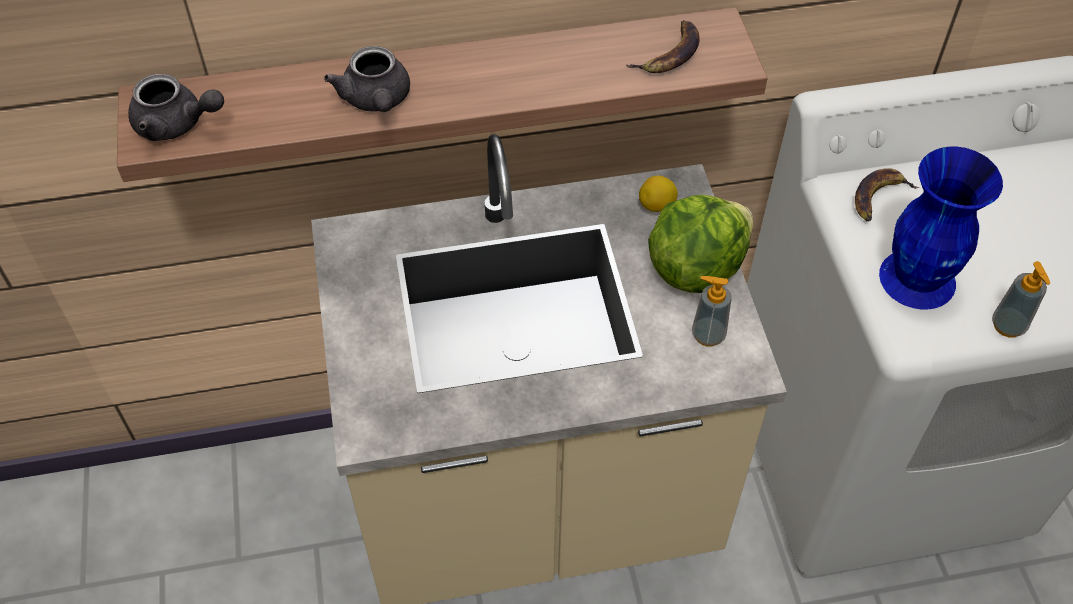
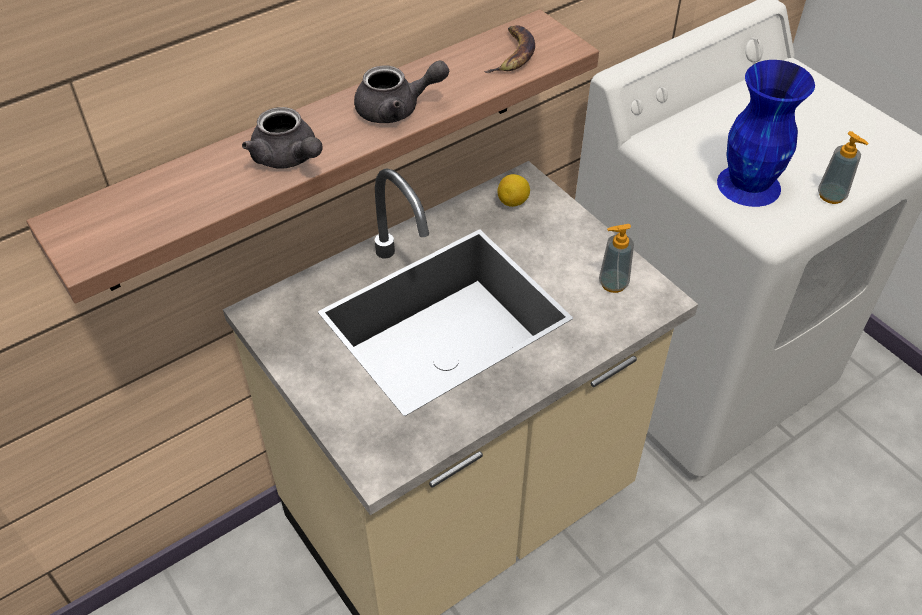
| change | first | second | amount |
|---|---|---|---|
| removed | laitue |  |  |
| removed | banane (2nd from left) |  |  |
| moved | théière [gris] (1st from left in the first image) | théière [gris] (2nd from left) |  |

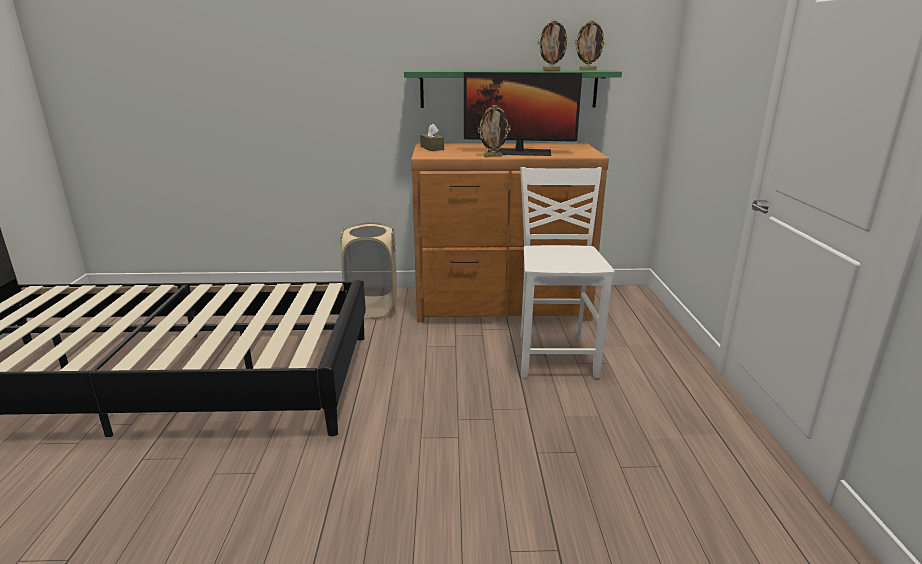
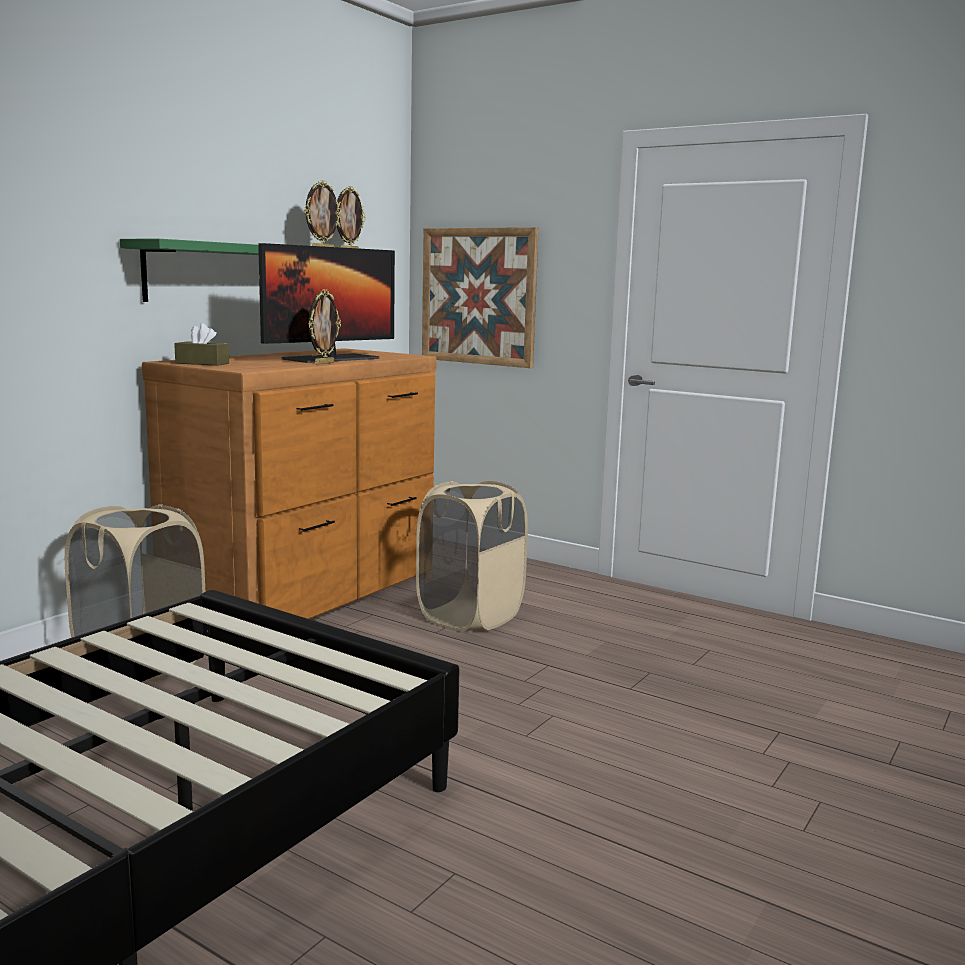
| change | first | second | amount |
|---|---|---|---|
| added |  | tableau |  |
| replaced | chaise [blanc] | panier à linge [beige] (2nd from left) |  |

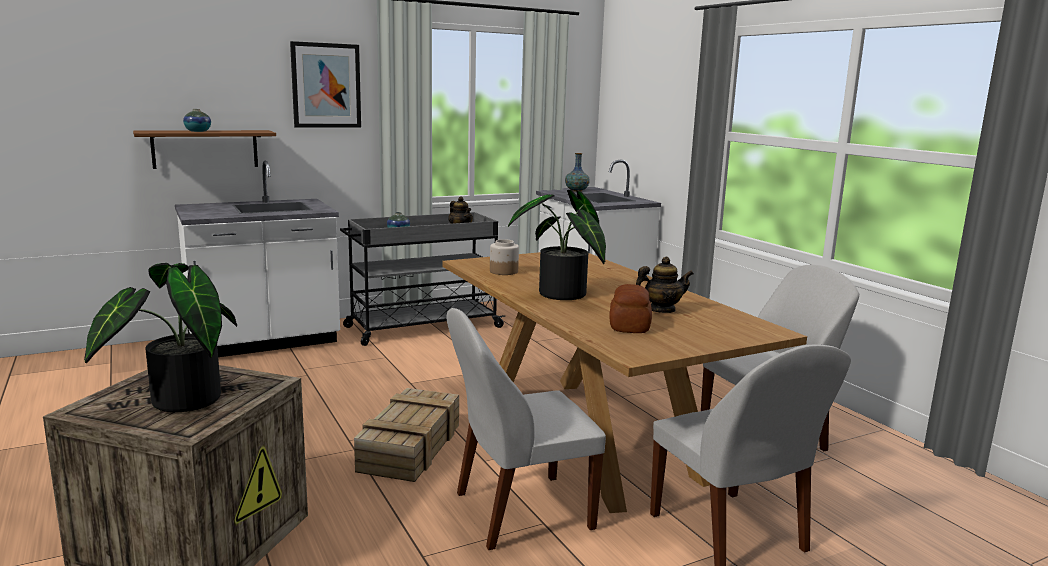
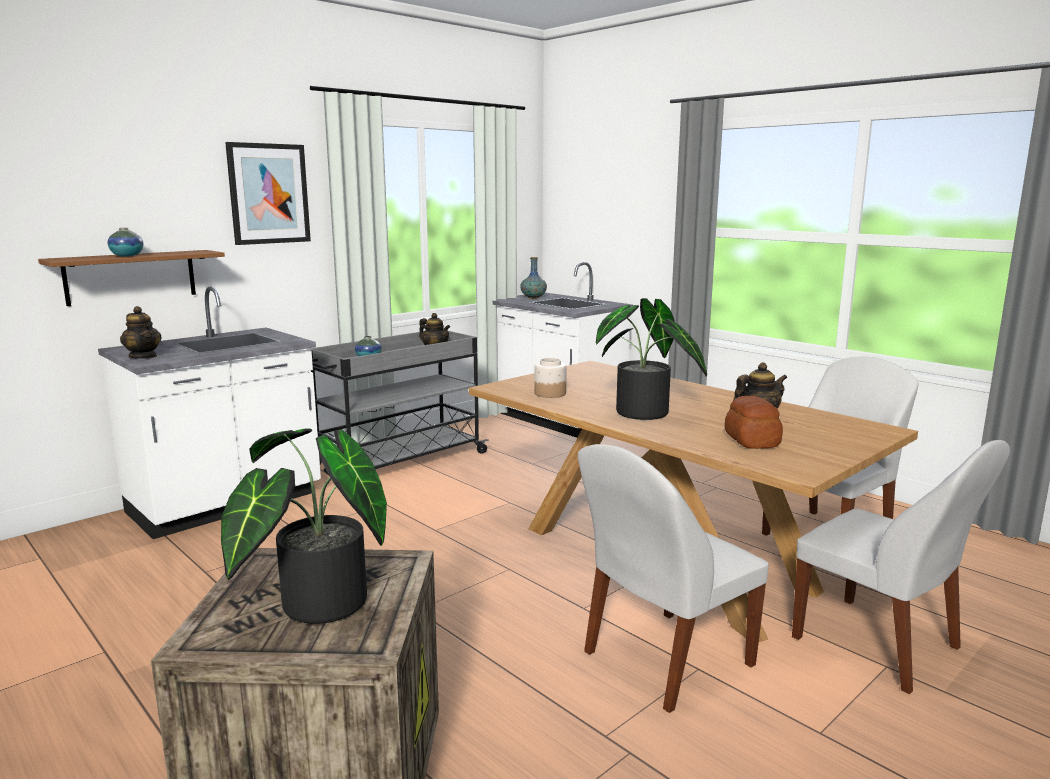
| change | first | second | amount |
|---|---|---|---|
| removed | caisse (2nd from left) |  |  |
| added |  | théière (1st from left) |  |

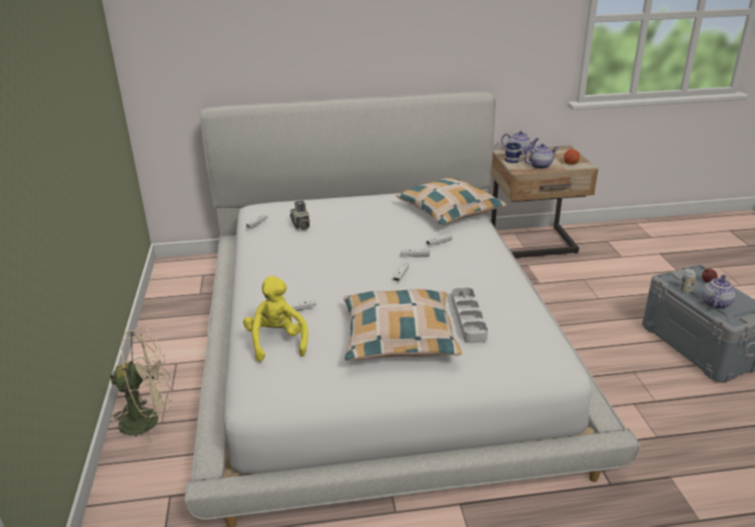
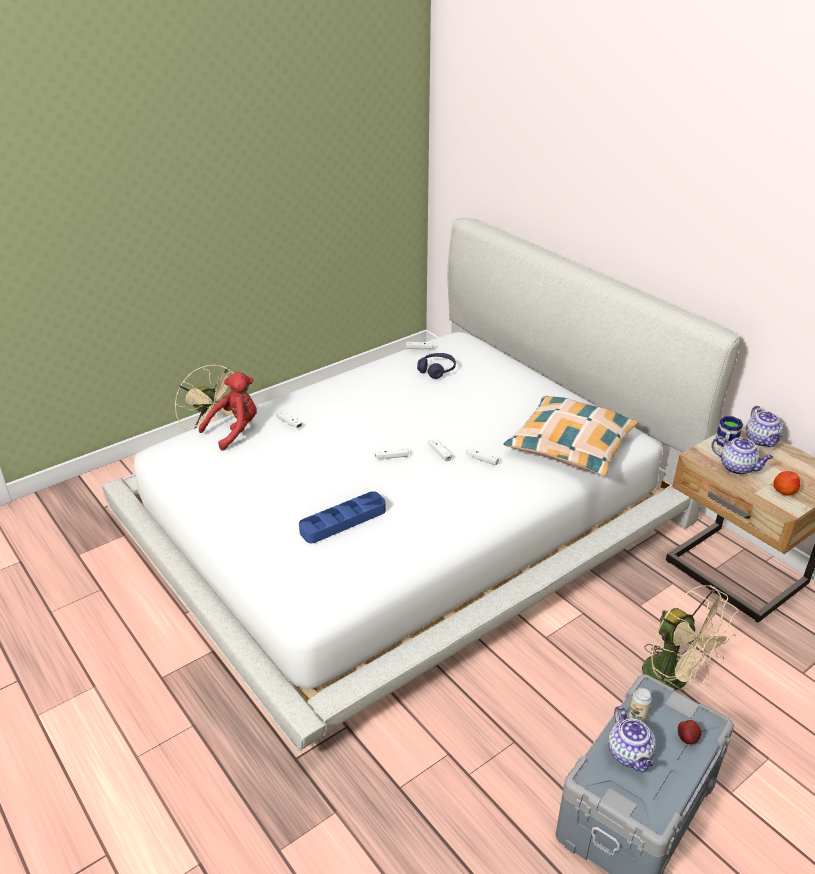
| change | first | second | amount |
|---|---|---|---|
| removed | coussin (1st from left) |  |  |
| added |  | ventilateur [beige] (2nd from left) |  |
| replaced | appareil photo | casque audio [violet] |  |
| recoloured | peluche [jaune] | peluche [rouge] |  |
| recoloured | plateau [gris] | plateau [bleu] |  |
| turned | théière (3rd from left in the first image) | théière (1st from left) | 75 degrees clockwise |

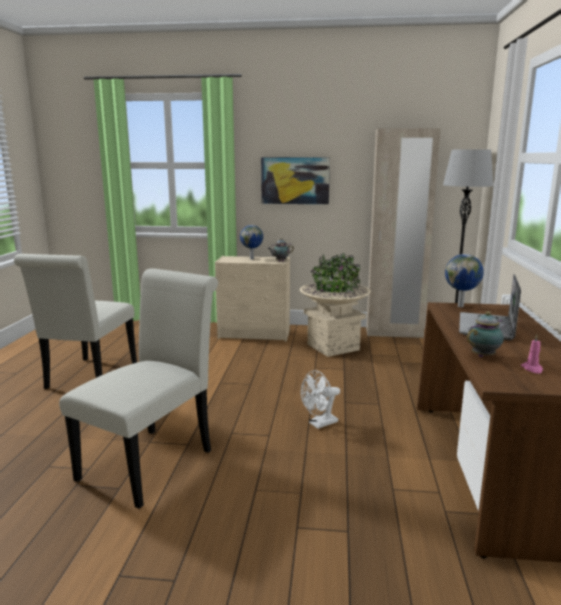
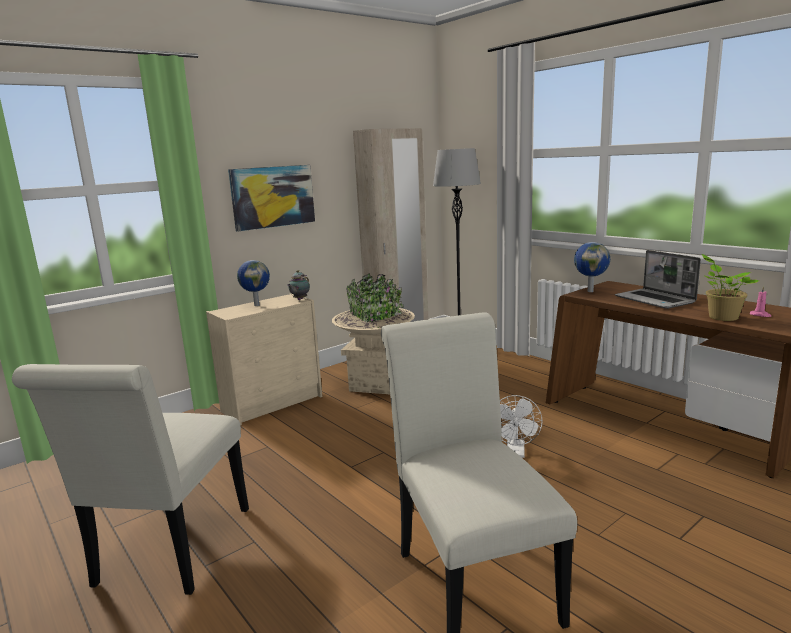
| change | first | second | amount |
|---|---|---|---|
| replaced | théière (2nd from left) | plante en pot |  |
| turned | chaise [blanc] (1st from left) |  | 45 degrees clockwise |

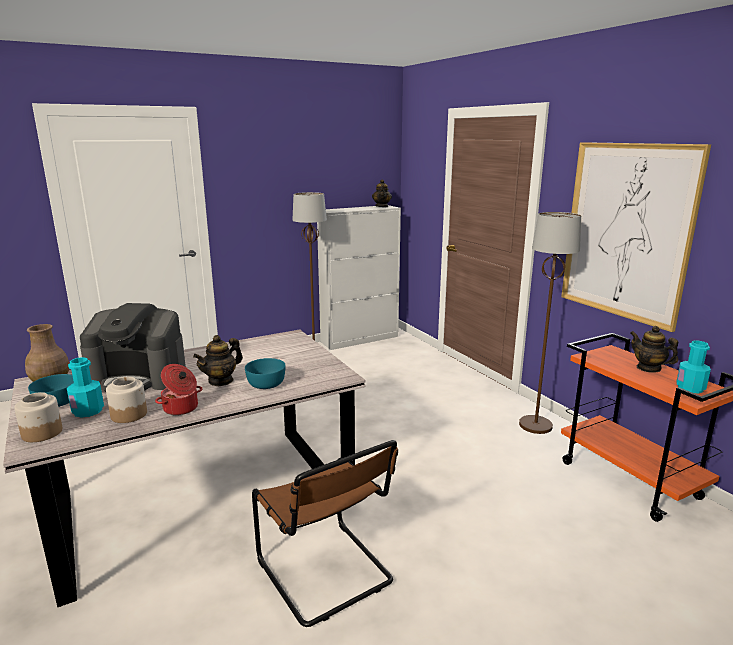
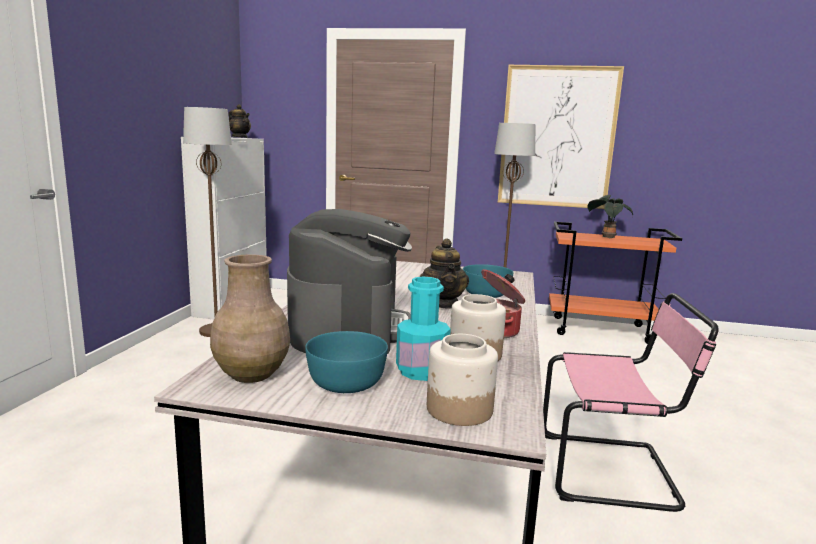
| change | first | second | amount |
|---|---|---|---|
| removed | bouteille [turquoise] (2nd from left) |  |  |
| replaced | théière (3rd from left) | plante en pot |  |
| recoloured | chaise [marron] | chaise [rose] |  |
| turned | machine à café |  | 45 degrees counterclockwise |

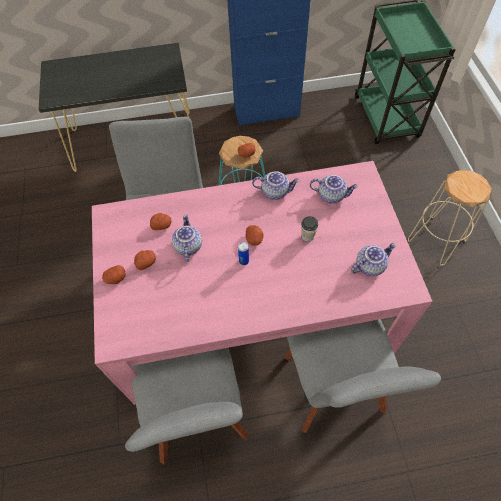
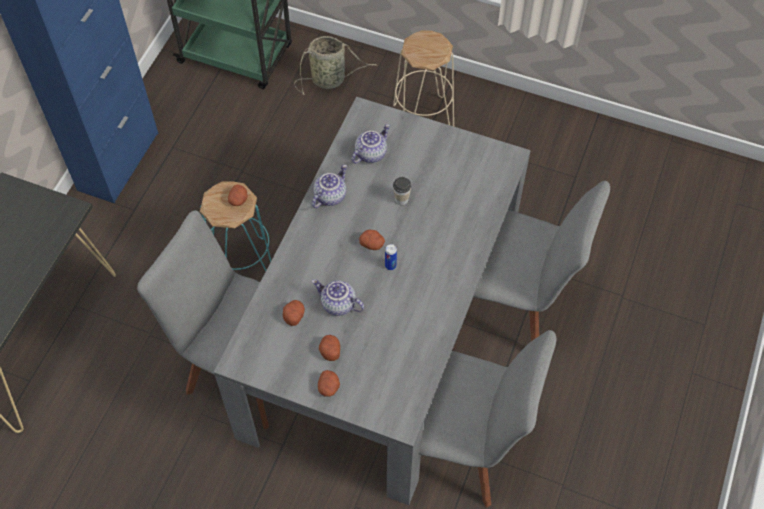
| change | first | second | amount |
|---|---|---|---|
| removed | théière (4th from left) |  |  |
| added |  | panier |  |
| recoloured | table à manger [rose] | table à manger [gris] |  |

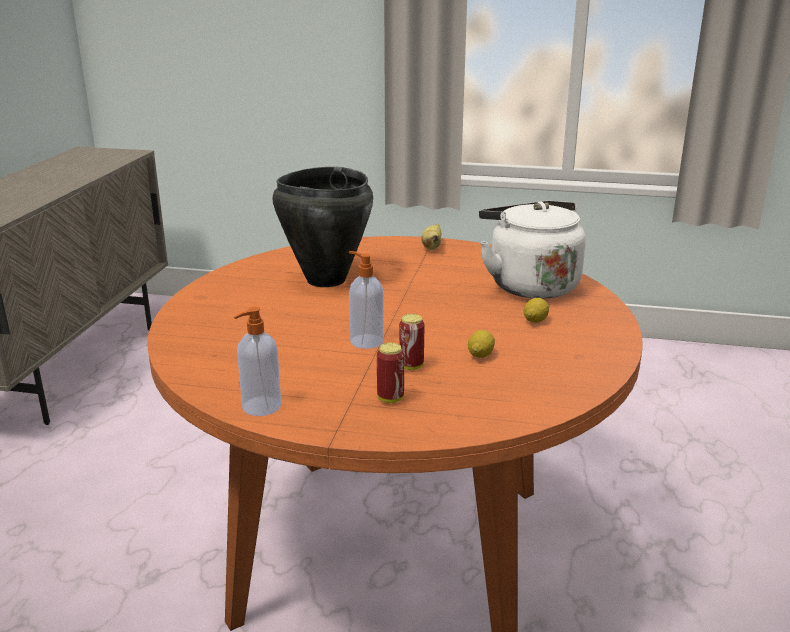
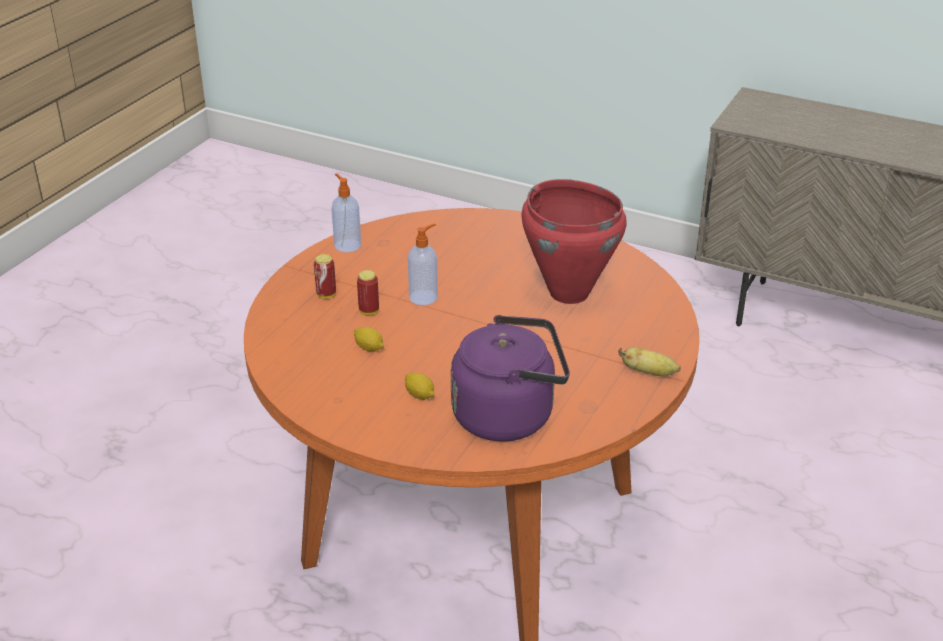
| change | first | second | amount |
|---|---|---|---|
| recoloured | marmite [noir] | marmite [rouge] |  |
| recoloured | bouilloire [blanc] | bouilloire [violet] |  |

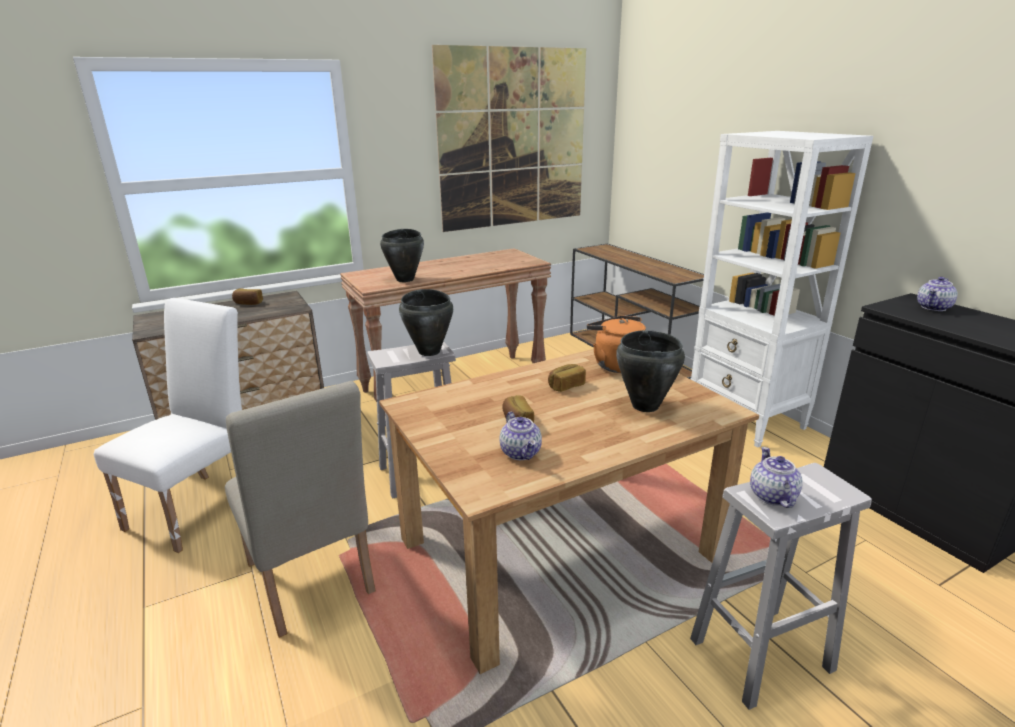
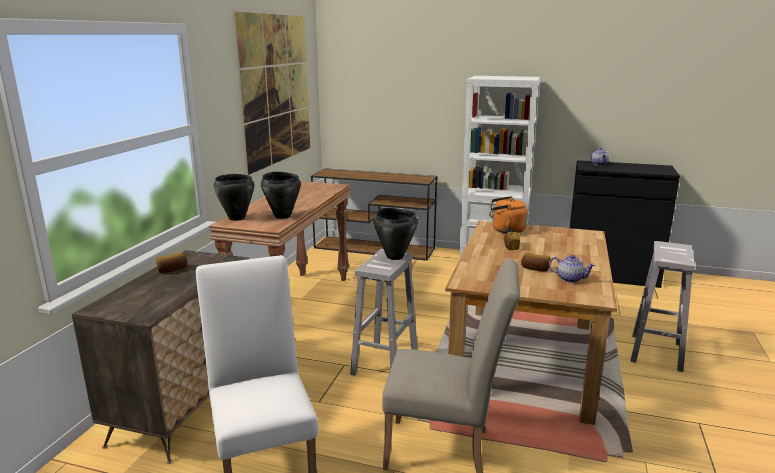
| change | first | second | amount |
|---|---|---|---|
| removed | théière (2nd from left) |  |  |
| moved | marmite [noir] (3rd from left in the first image) | marmite [noir] (1st from left) |  |

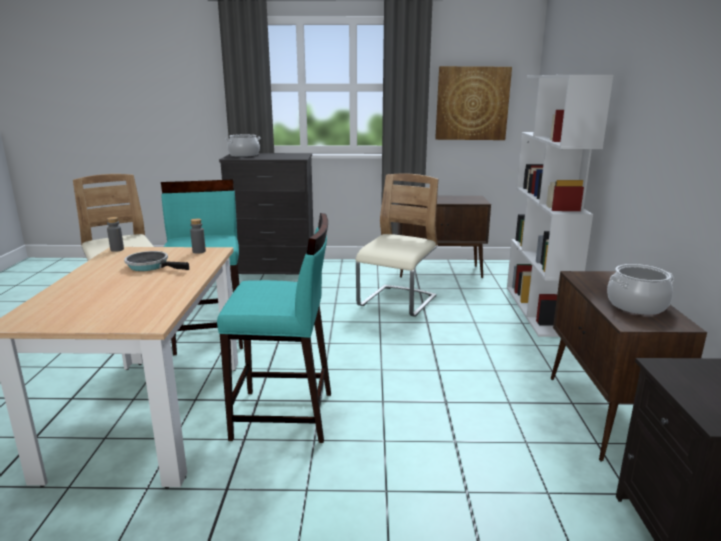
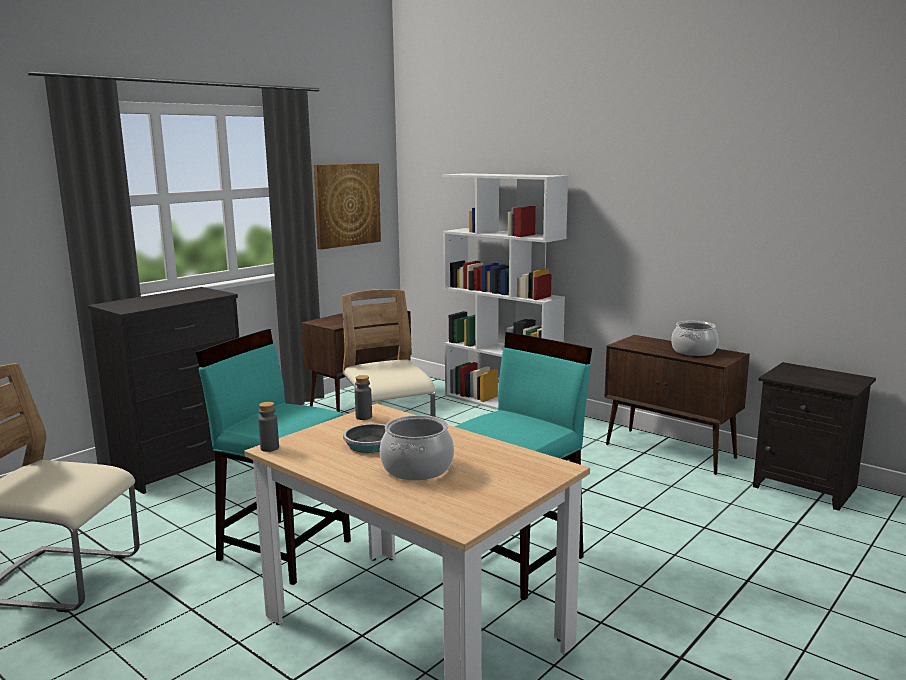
| change | first | second | amount |
|---|---|---|---|
| moved | marmite (1st from left) |  |  |

